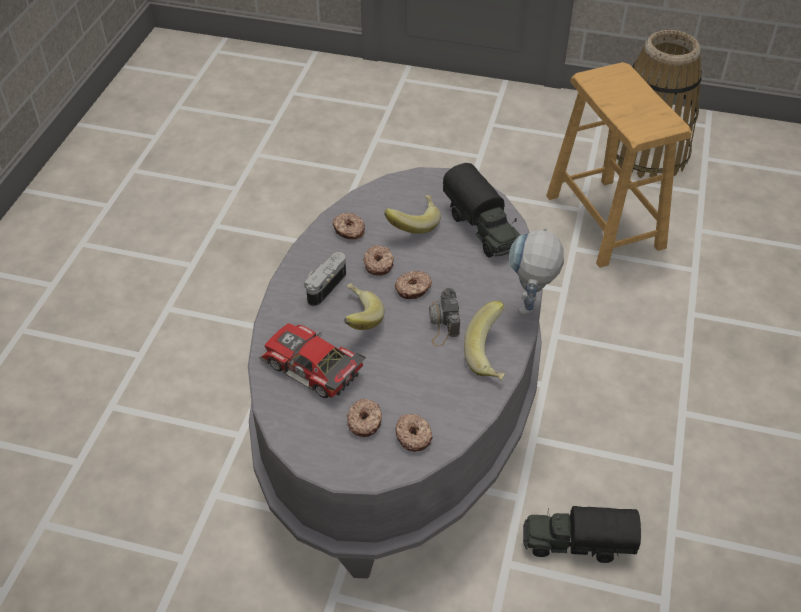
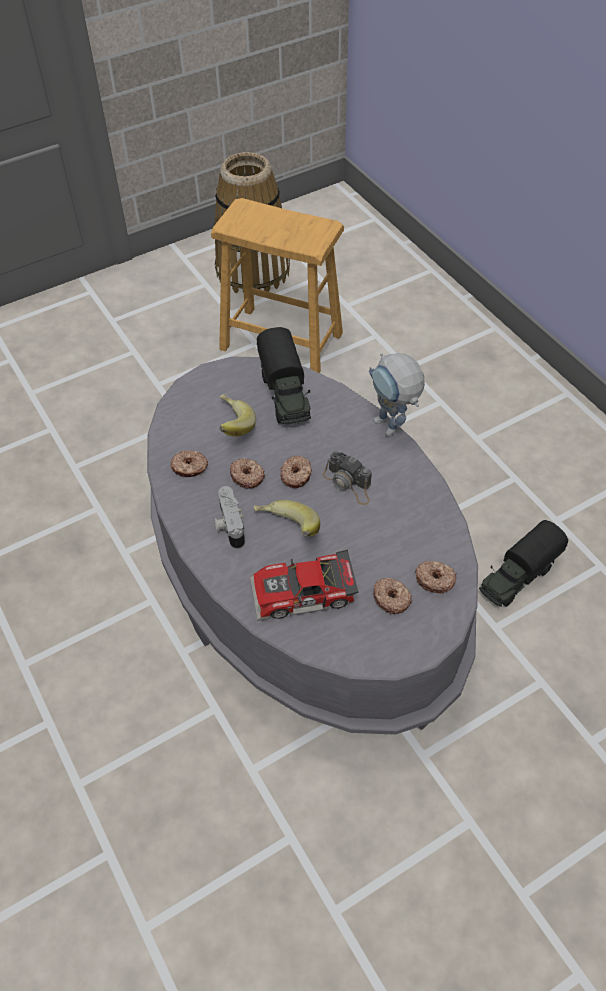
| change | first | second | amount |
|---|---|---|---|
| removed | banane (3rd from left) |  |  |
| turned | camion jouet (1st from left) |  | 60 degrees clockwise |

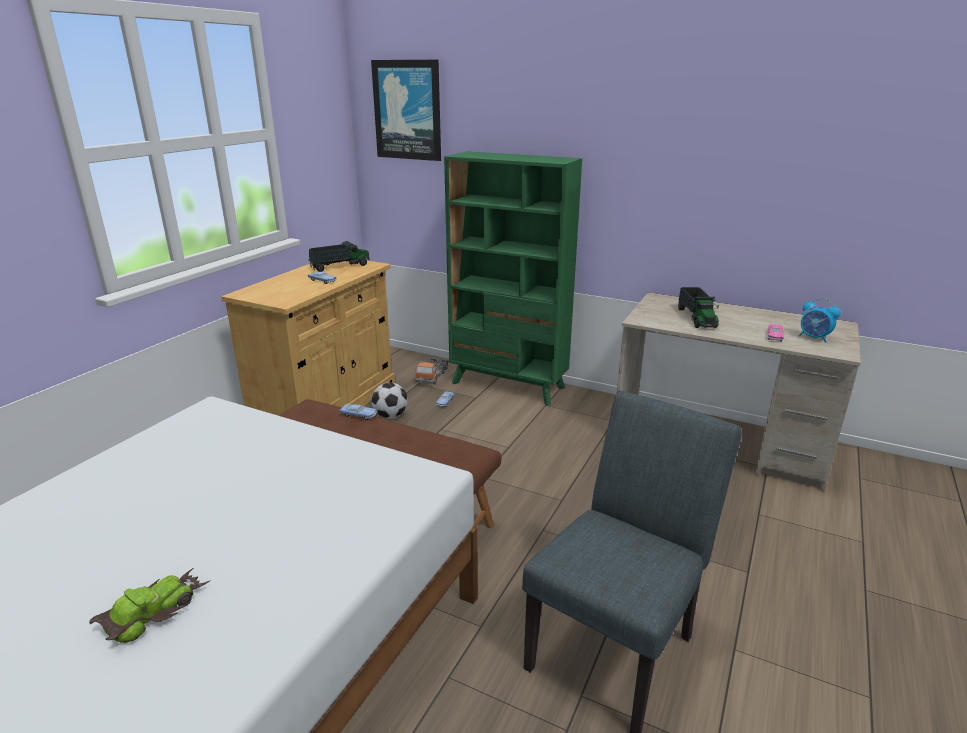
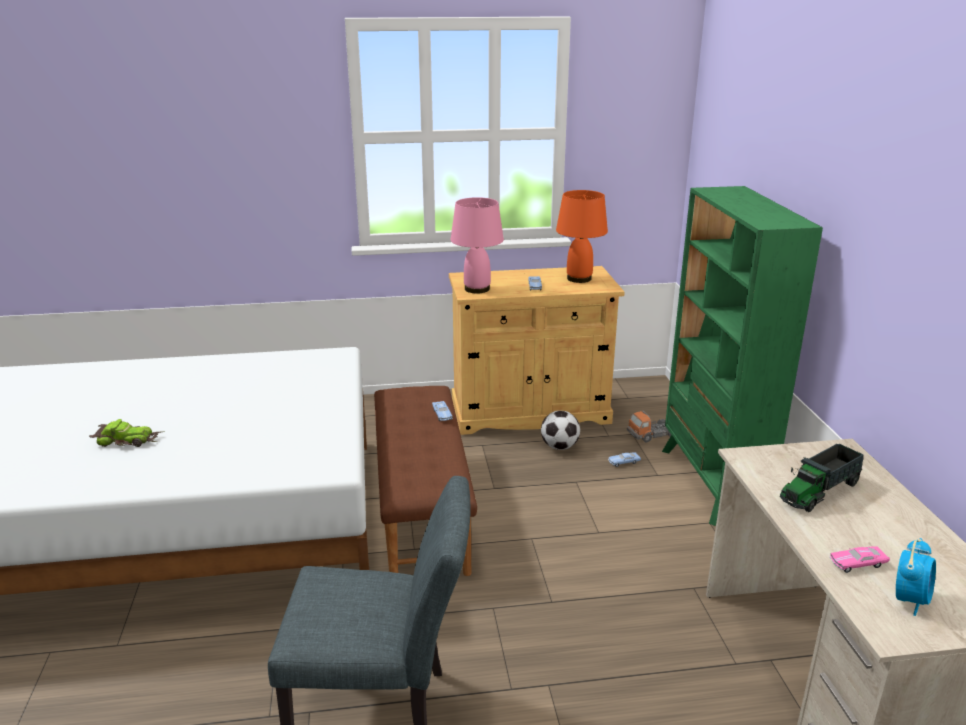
| change | first | second | amount |
|---|---|---|---|
| removed | tableau |  |  |
| added |  | lampe de table [rose] |  |
| replaced | camion jouet (1st from left) | lampe de table [orange] |  |
| turned | réveil |  | 150 degrees counterclockwise |

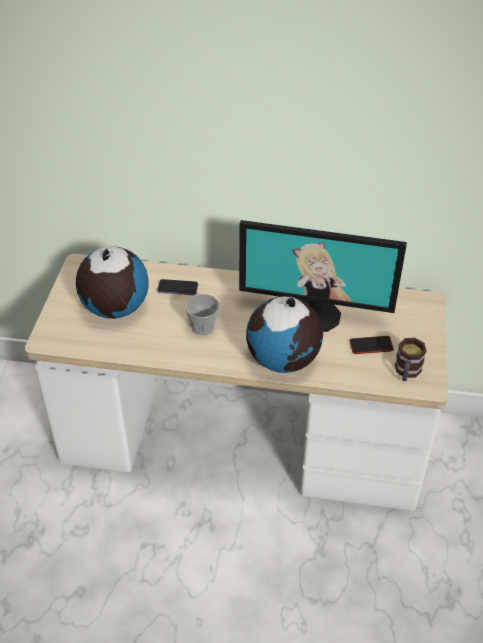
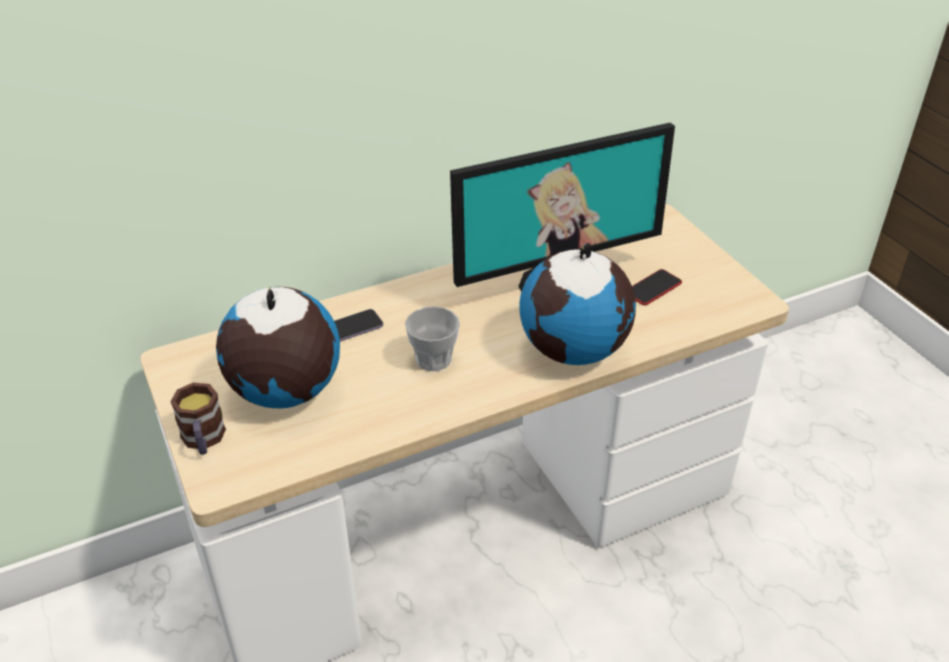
| change | first | second | amount |
|---|---|---|---|
| moved | mug |  |  |

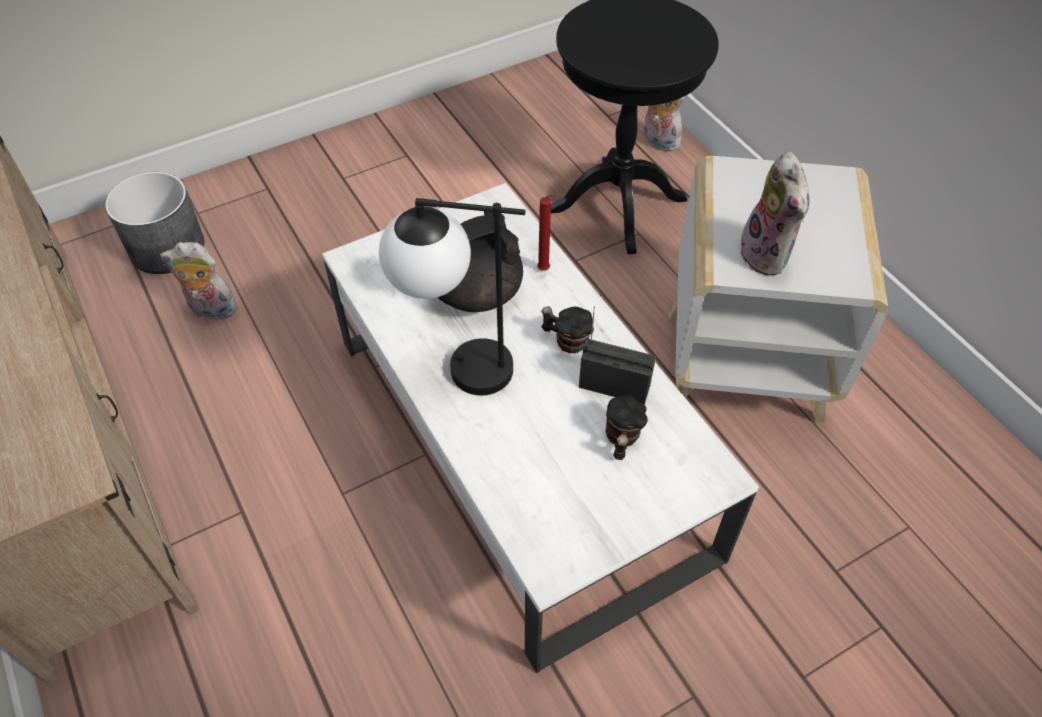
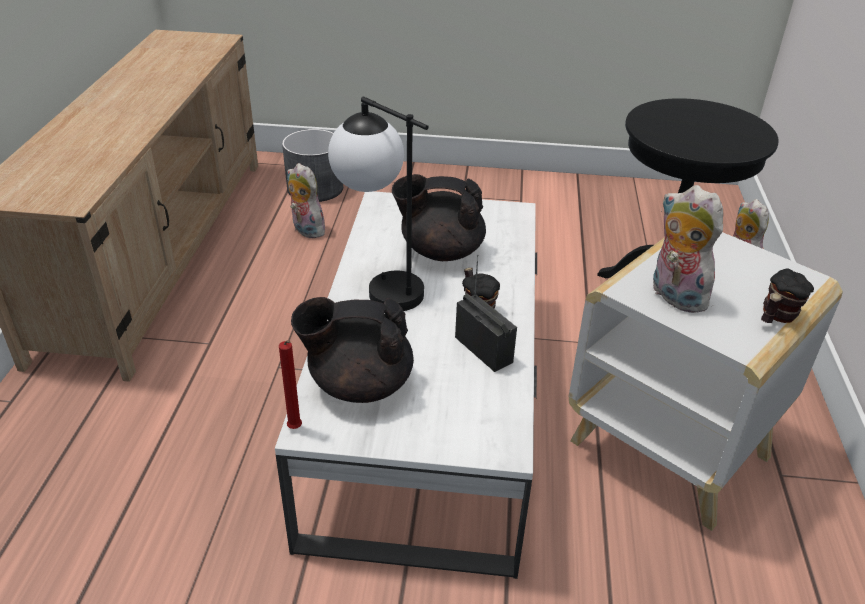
| change | first | second | amount |
|---|---|---|---|
| added |  | théière [noir] (1st from left) |  |
| moved | bougie [rouge] |  |  |
| moved | mug (2nd from left) |  |  |
| turned | peluche (3rd from left in the first image) | peluche (2nd from left) | 120 degrees clockwise |

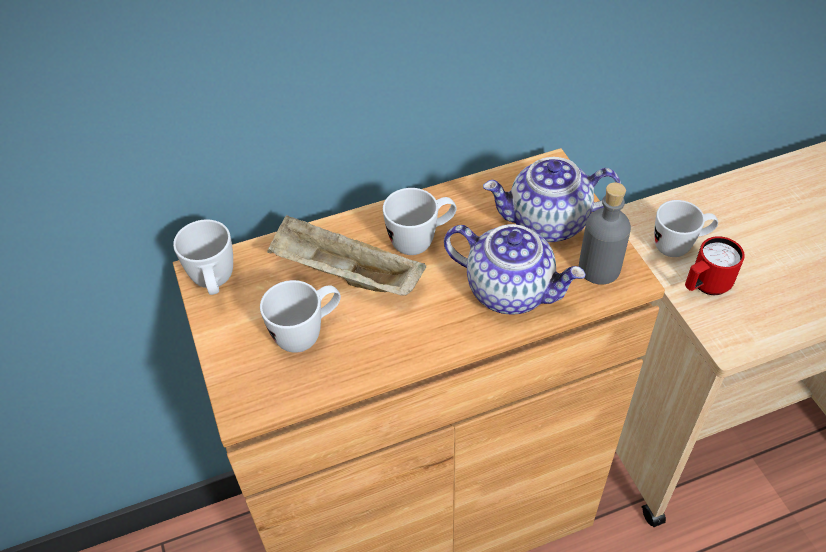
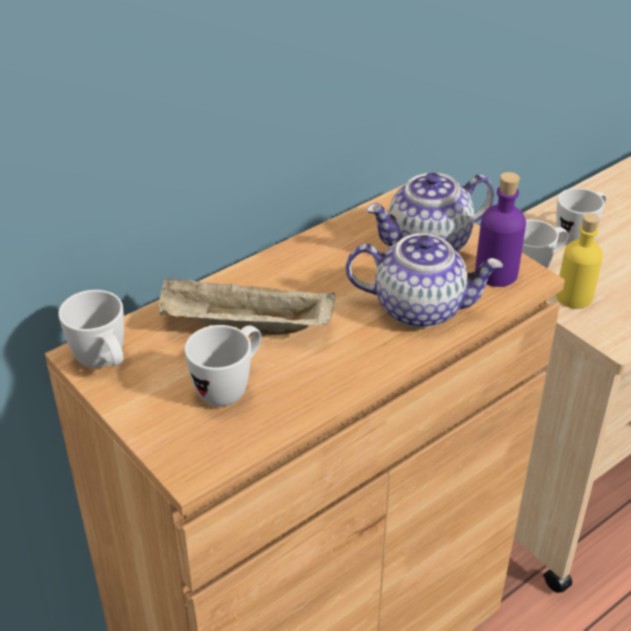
| change | first | second | amount |
|---|---|---|---|
| moved | mug [blanc] (3rd from left in the first image) | mug [blanc] (4th from left) |  |
| replaced | mug [rouge] | bouteille [jaune] |  |
| recoloured | bouteille [gris] | bouteille [violet] |  |

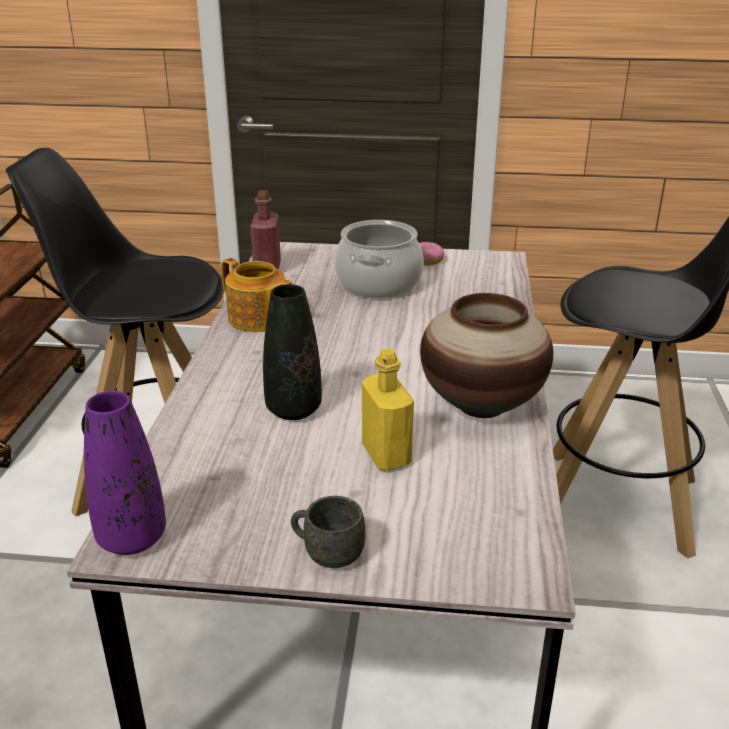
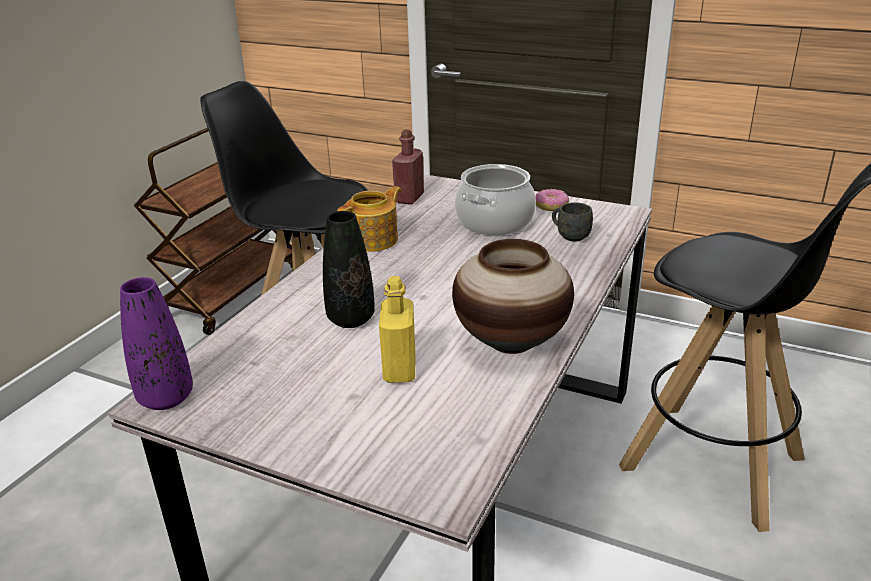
| change | first | second | amount |
|---|---|---|---|
| moved | mug [gris] |  |  |
| turned | théière |  | 105 degrees counterclockwise |

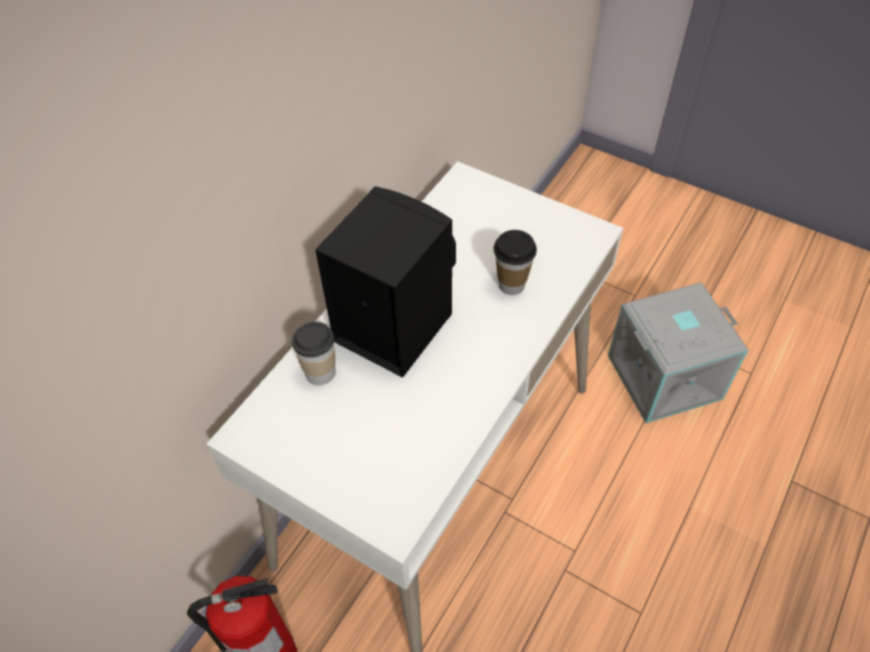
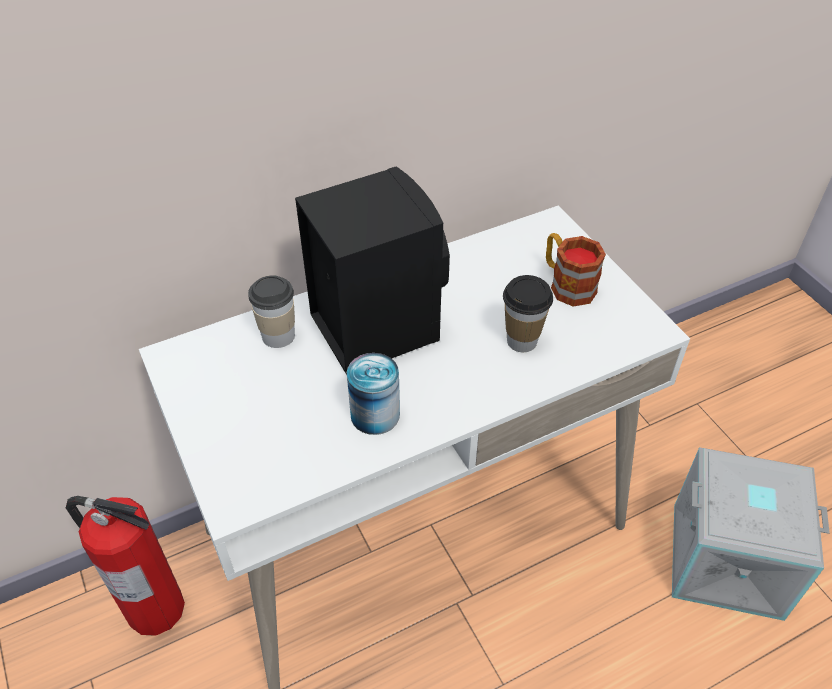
| change | first | second | amount |
|---|---|---|---|
| added |  | boîte métallique |  |
| added |  | mug |  |

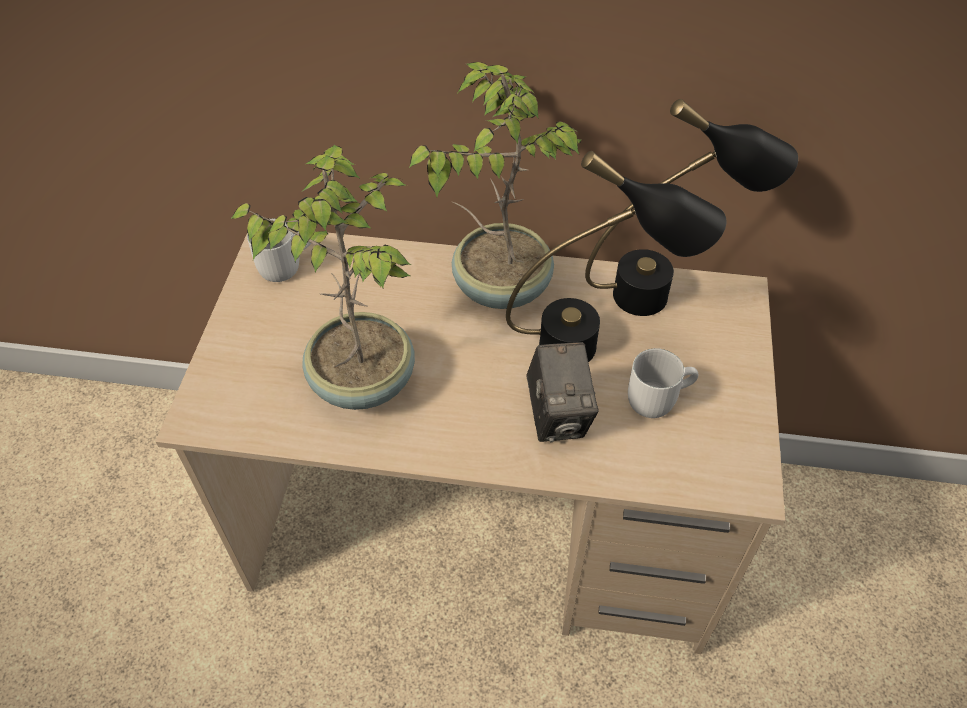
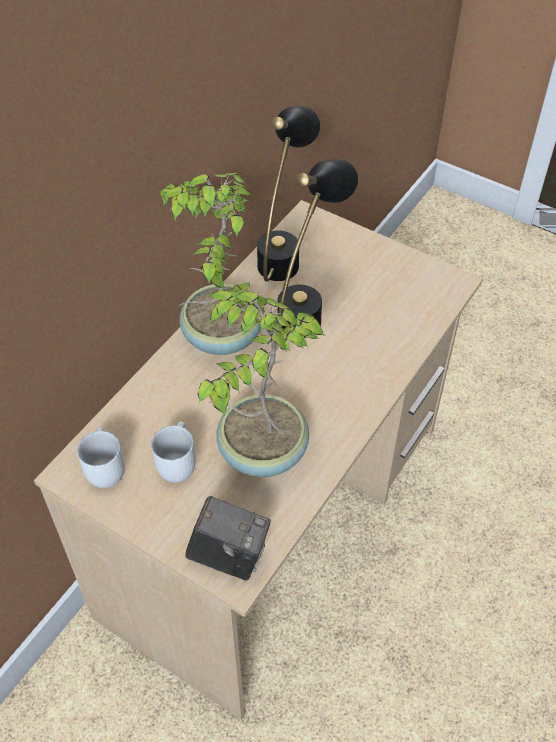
| change | first | second | amount |
|---|---|---|---|
| moved | appareil photo |  |  |
| moved | mug [blanc] (2nd from left) |  |  |

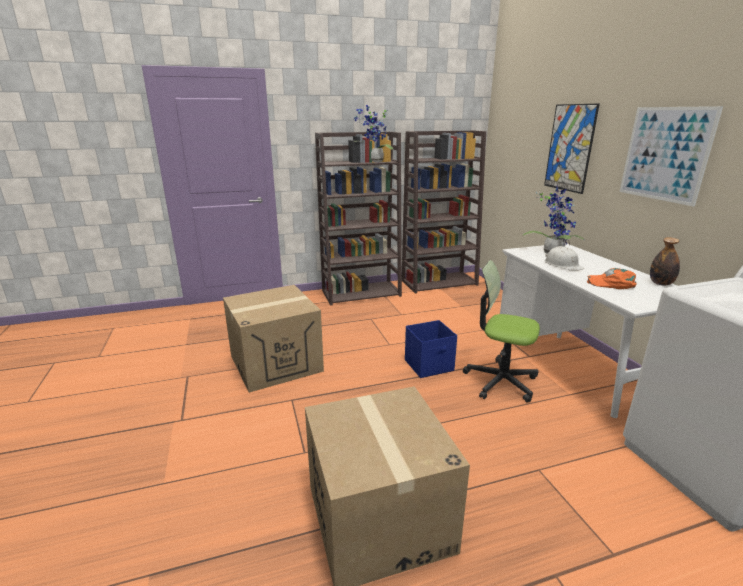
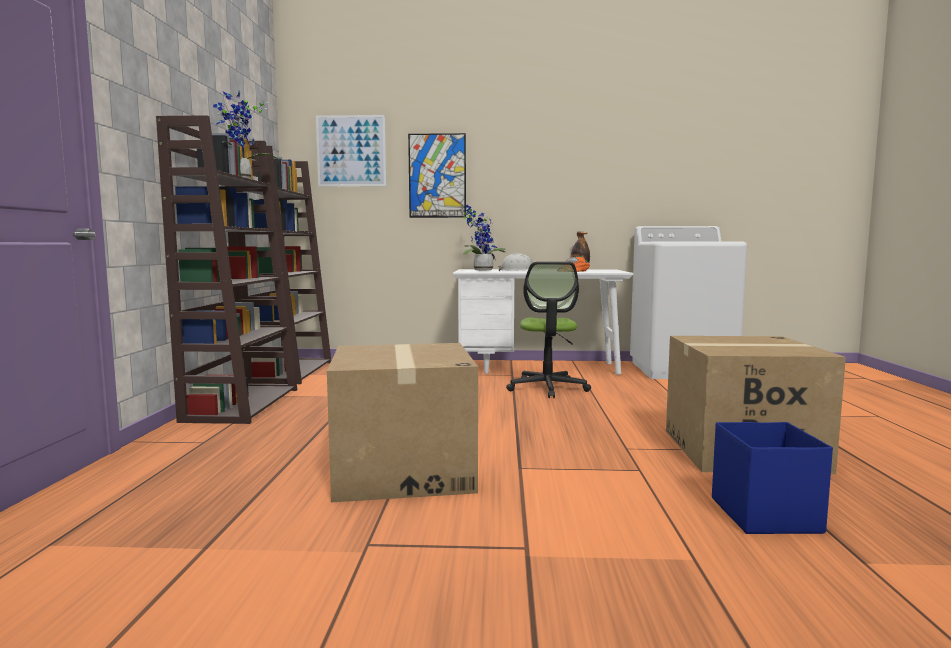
| change | first | second | amount |
|---|---|---|---|
| moved | boîte de rangement [bleu] |  |  |
| moved | tableau (2nd from left in the first image) | tableau (1st from left) |  |
| turned | chaise de bureau |  | 45 degrees counterclockwise |

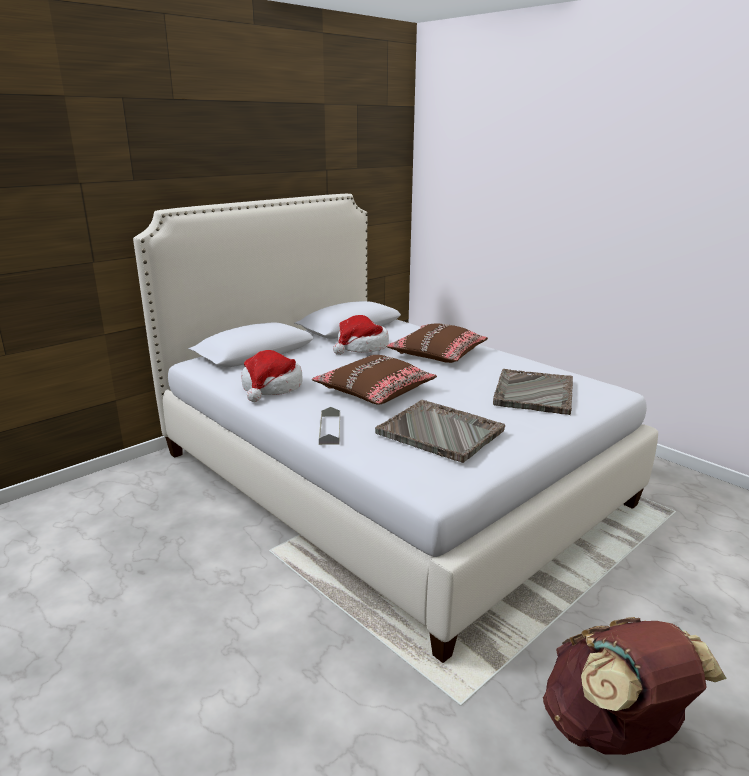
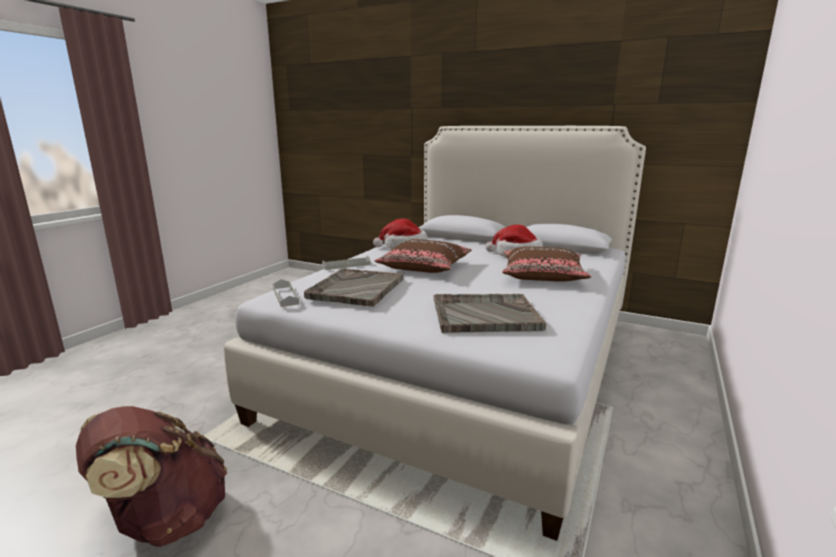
| change | first | second | amount |
|---|---|---|---|
| added |  | plateau [gris] (1st from left) |  |

